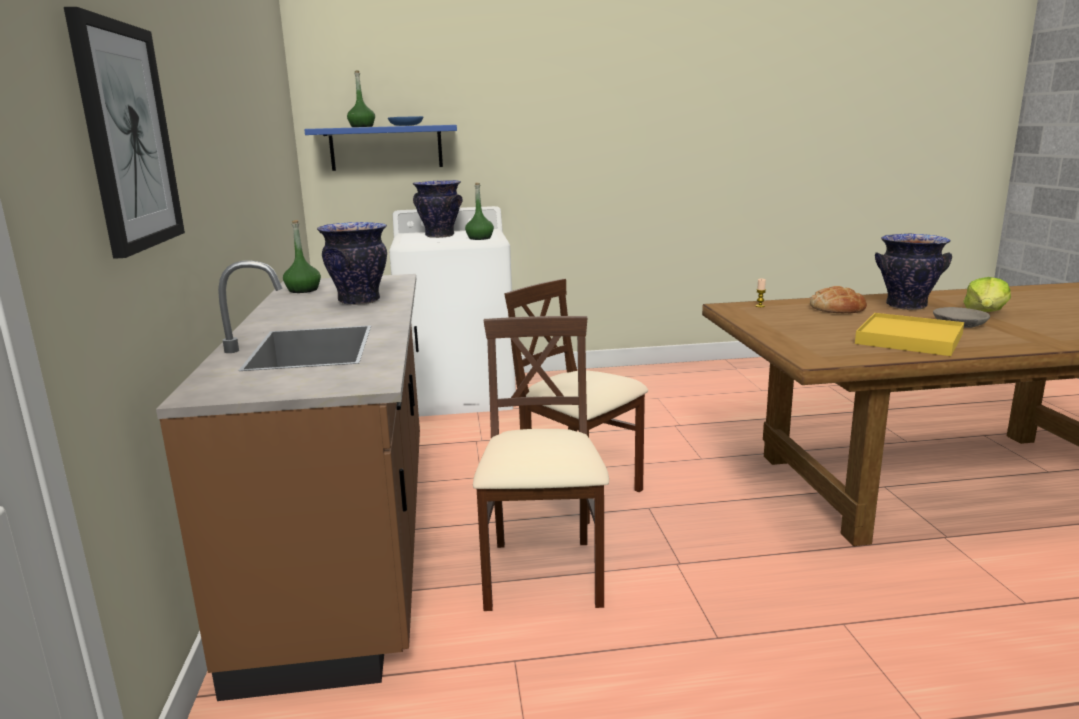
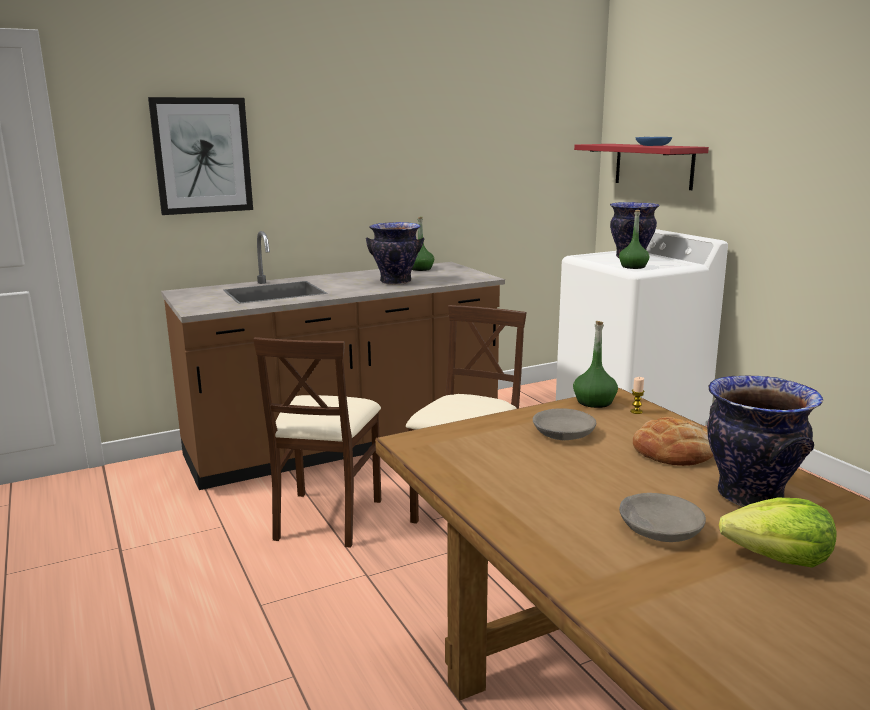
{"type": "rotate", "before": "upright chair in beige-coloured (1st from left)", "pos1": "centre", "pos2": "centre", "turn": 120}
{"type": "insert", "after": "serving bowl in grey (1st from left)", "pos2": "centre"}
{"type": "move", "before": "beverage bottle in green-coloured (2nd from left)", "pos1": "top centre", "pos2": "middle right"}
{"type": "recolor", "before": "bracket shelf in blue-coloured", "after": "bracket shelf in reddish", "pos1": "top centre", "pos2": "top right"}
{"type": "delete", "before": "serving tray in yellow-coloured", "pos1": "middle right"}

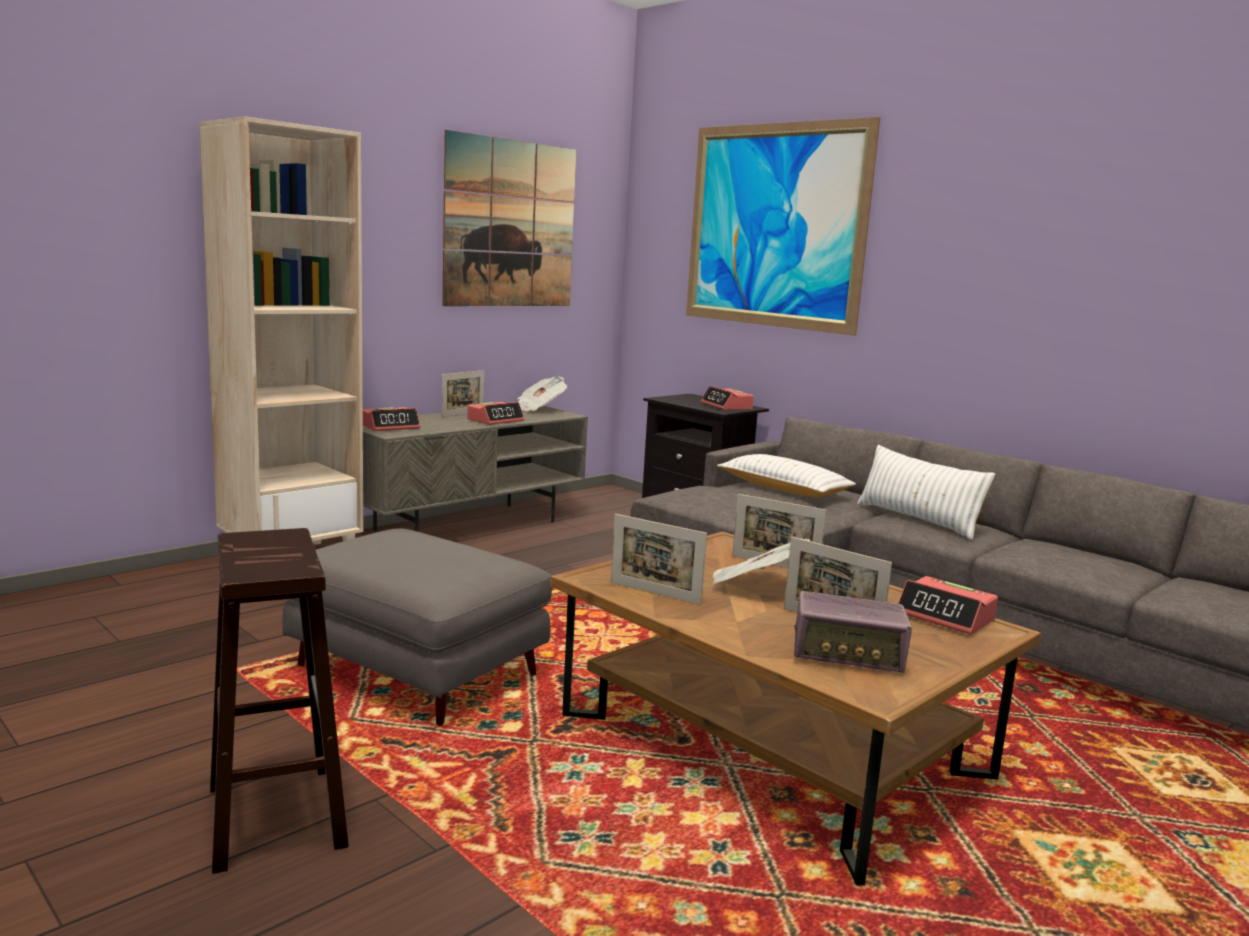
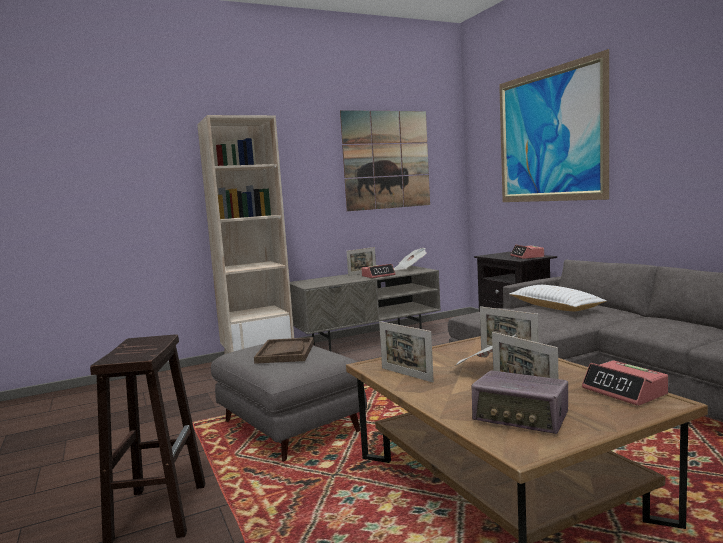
{"type": "insert", "after": "serving tray in brown", "pos2": "centre"}
{"type": "delete", "before": "table clock (1st from left)", "pos1": "middle left"}
{"type": "delete", "before": "pillow in white (2nd from left)", "pos1": "middle right"}

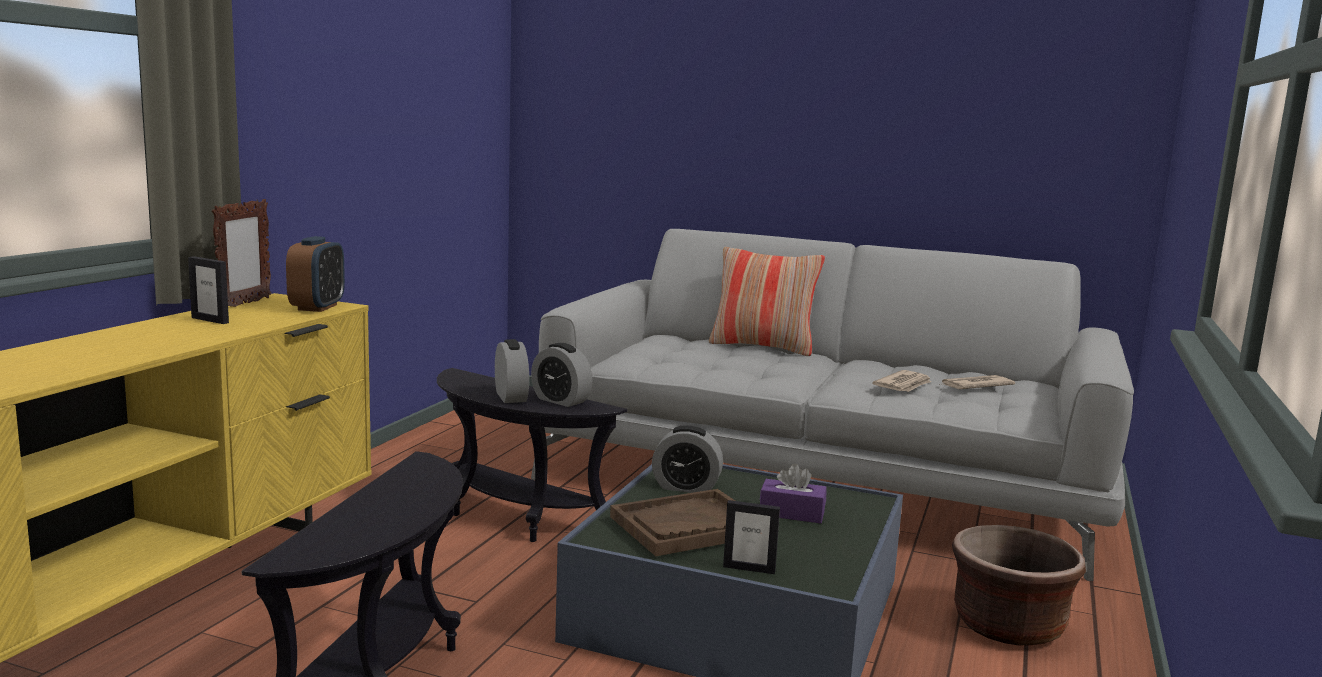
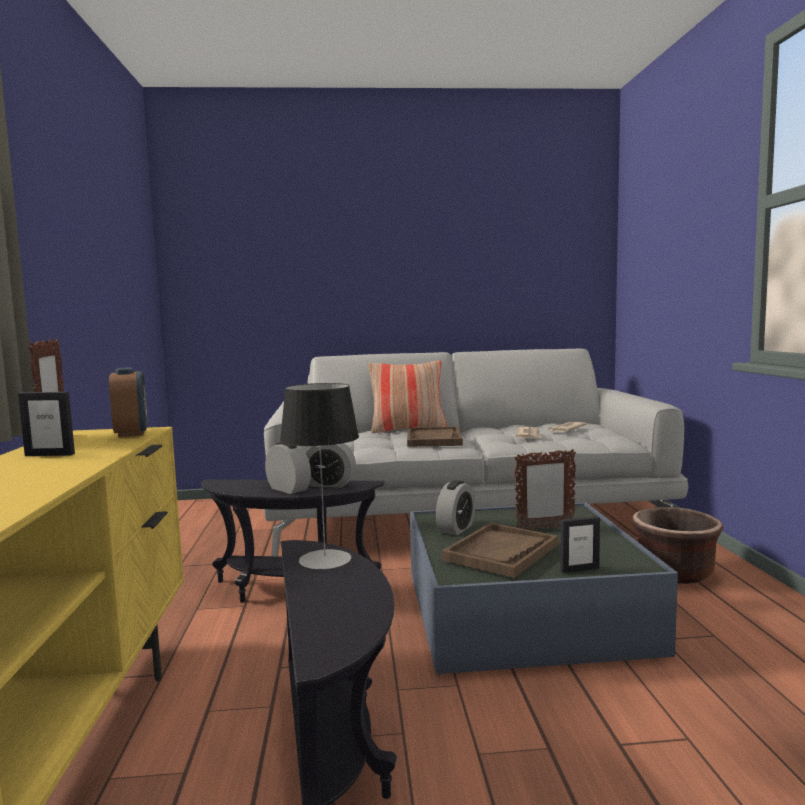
{"type": "insert", "after": "lamp for a table", "pos2": "centre"}
{"type": "insert", "after": "serving tray in brown (1st from left)", "pos2": "centre"}
{"type": "rotate", "before": "table clock (4th from left)", "pos1": "bottom centre", "pos2": "centre", "turn": -45}
{"type": "replace", "before": "tissue holder in purple-coloured", "after": "picture frame (3rd from left)", "pos1": "bottom centre", "pos2": "middle right"}

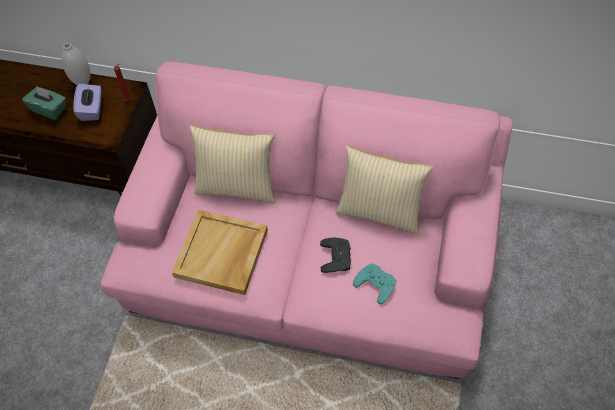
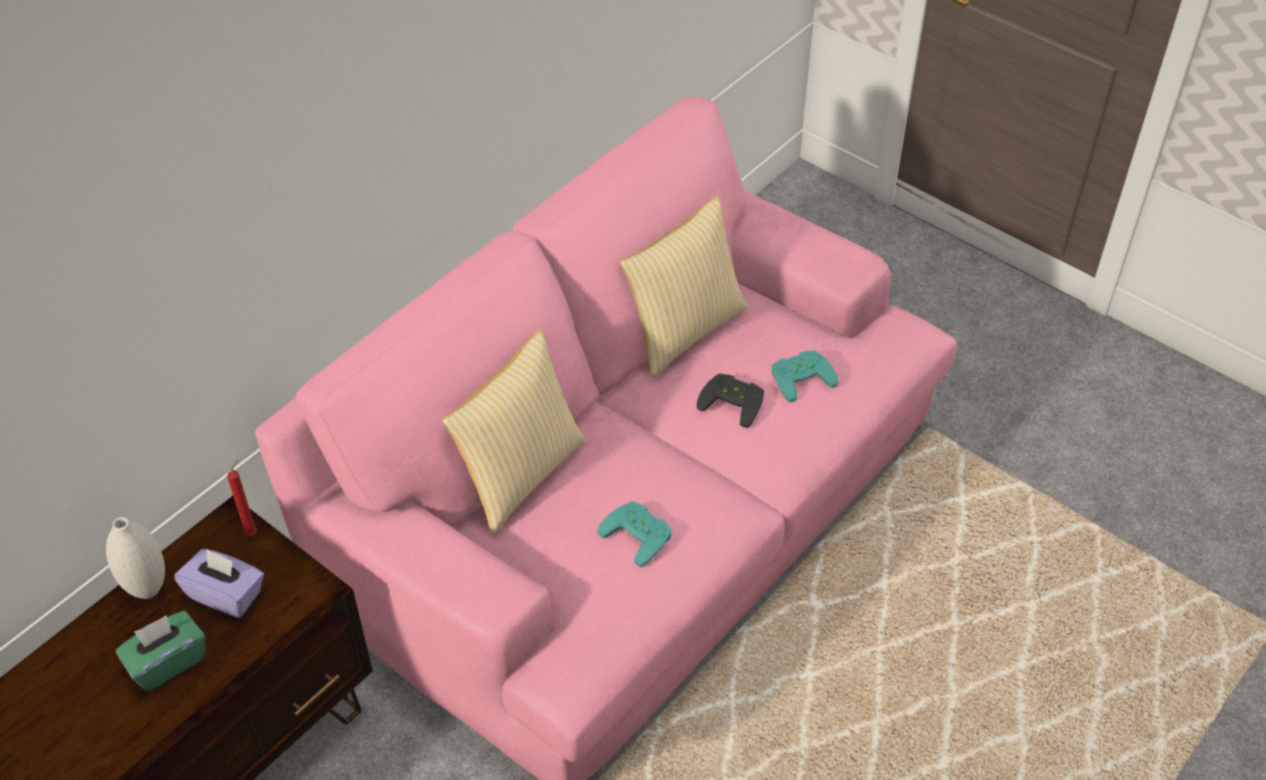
{"type": "replace", "before": "serving tray in beige-coloured", "after": "gamepad in blue-green (1st from left)", "pos1": "centre", "pos2": "bottom centre"}

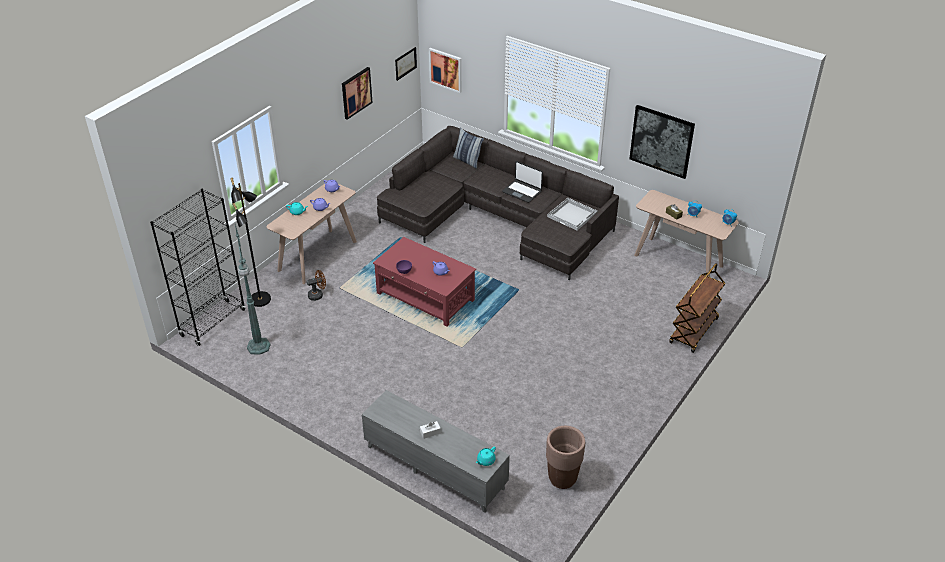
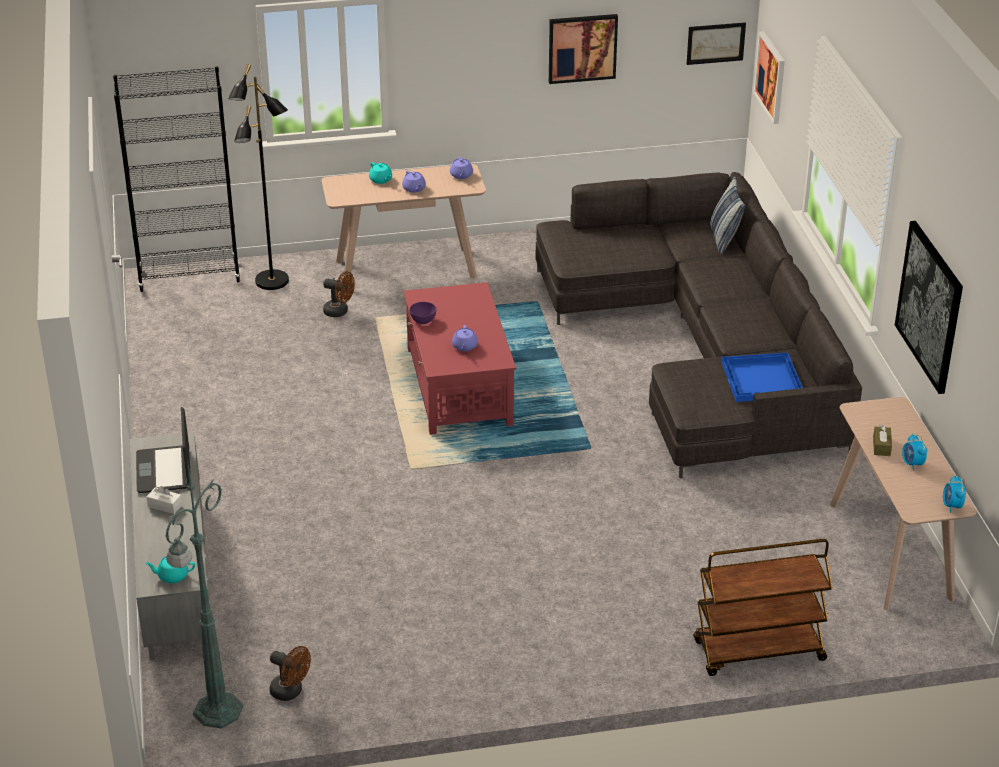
{"type": "move", "before": "notebook computer", "pos1": "top centre", "pos2": "middle left"}
{"type": "move", "before": "standard lamp in green-coloured", "pos1": "middle left", "pos2": "bottom left"}
{"type": "replace", "before": "plant pot in brown", "after": "electric fan in brown (1st from left)", "pos1": "bottom centre", "pos2": "bottom left"}
{"type": "recolor", "before": "serving tray in white", "after": "serving tray in blue-coloured", "pos1": "centre", "pos2": "middle right"}

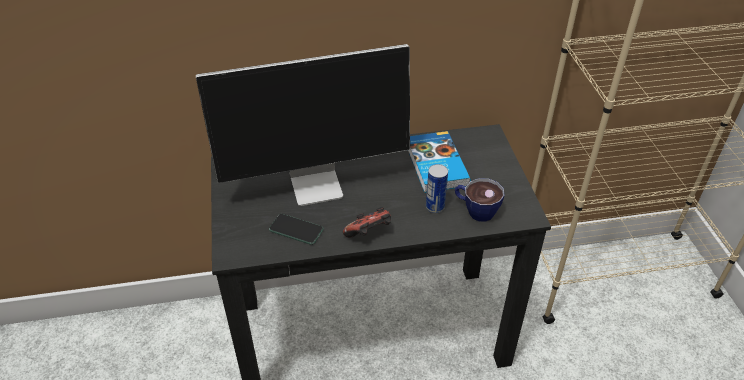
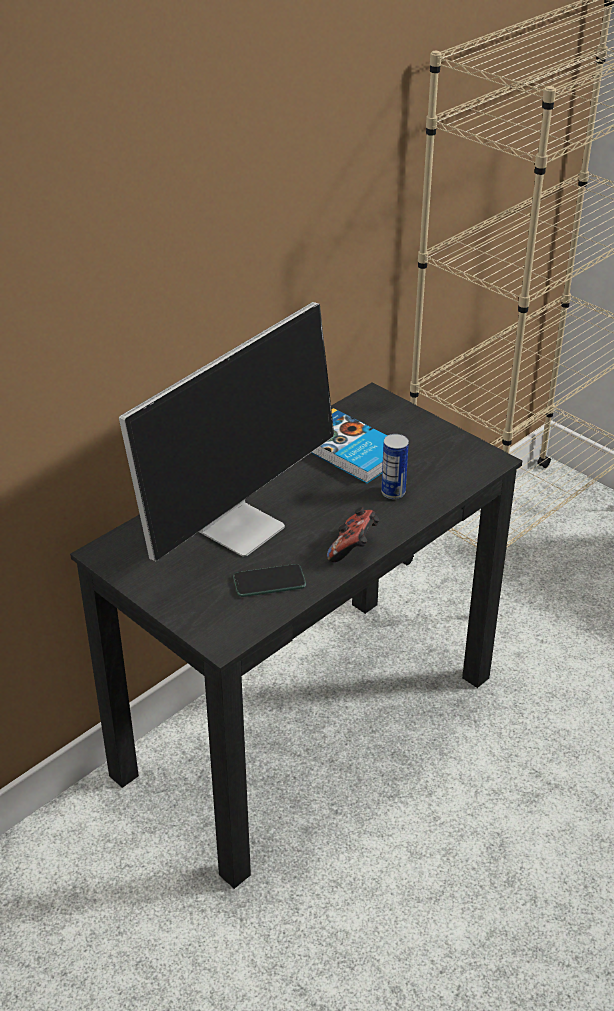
{"type": "delete", "before": "drinking cup", "pos1": "centre"}

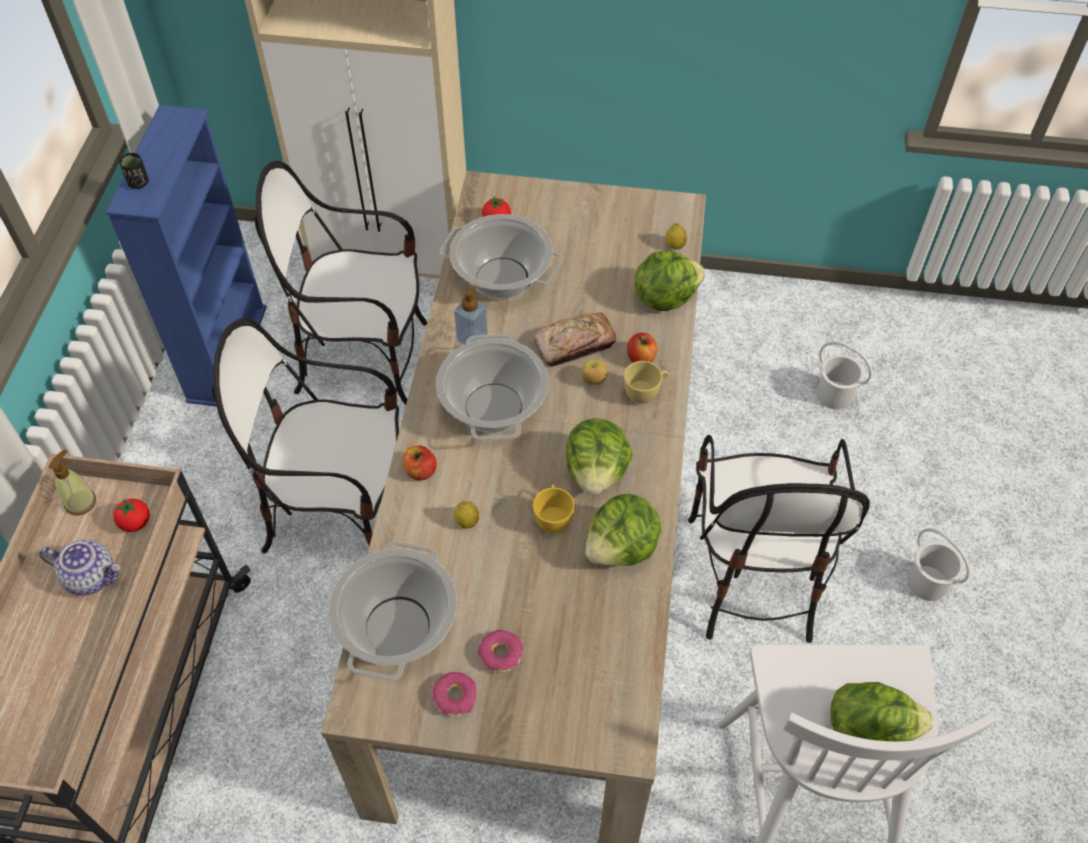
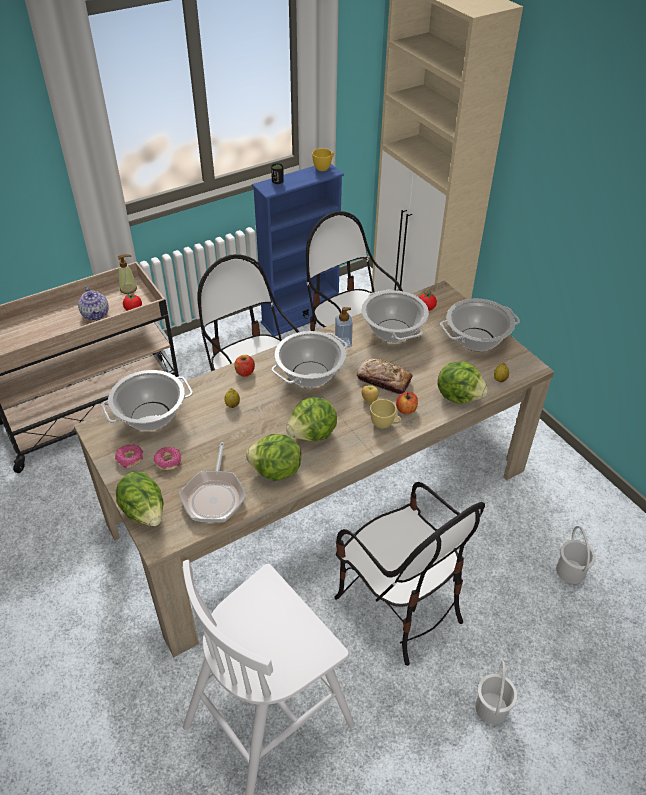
{"type": "move", "before": "lettuce head (4th from left in the first image)", "after": "lettuce head (1st from left)", "pos1": "bottom right", "pos2": "middle left"}
{"type": "insert", "after": "skillet", "pos2": "middle left"}
{"type": "move", "before": "drinking cup in yellow-coloured (1st from left)", "pos1": "centre", "pos2": "top centre"}
{"type": "rotate", "before": "upright chair (3rd from left)", "pos1": "middle right", "pos2": "bottom centre", "turn": -90}
{"type": "insert", "after": "cooking pot (4th from left)", "pos2": "middle right"}

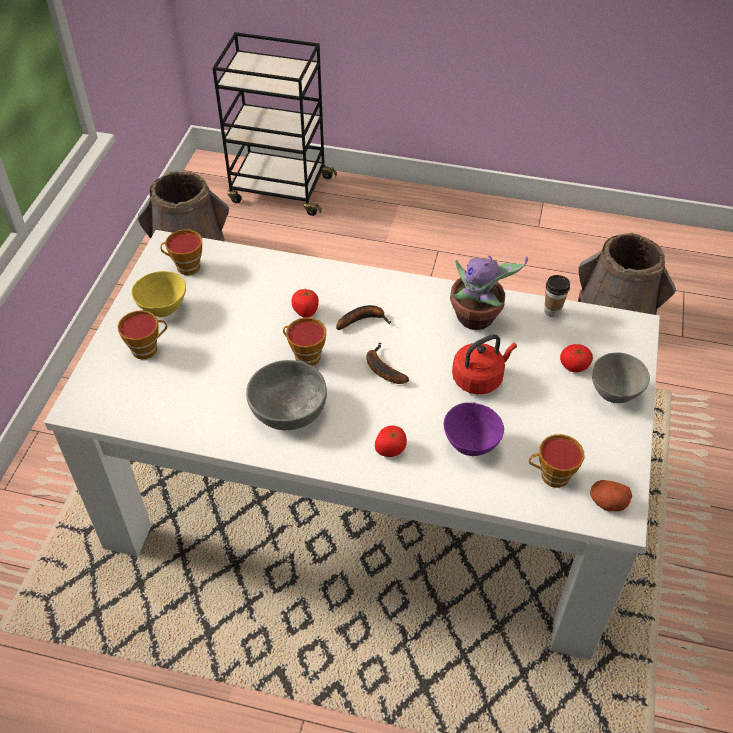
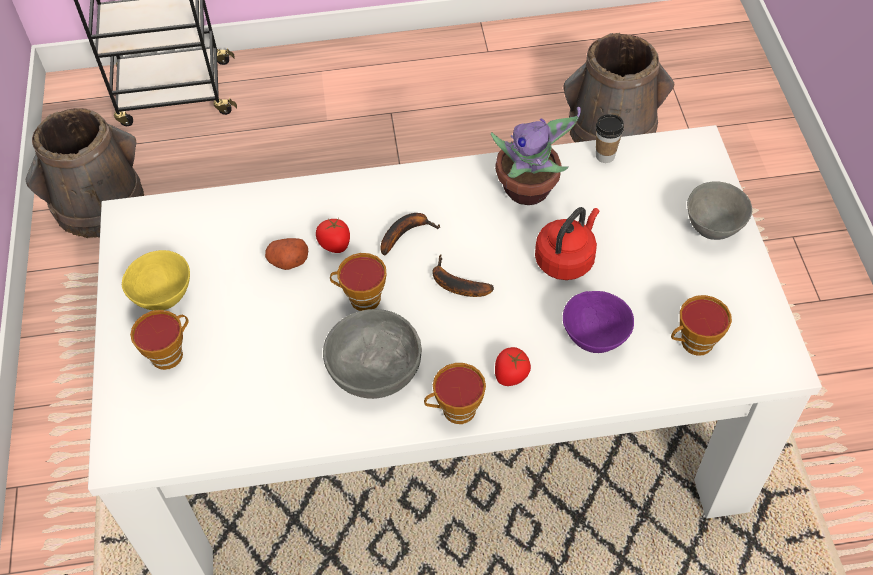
{"type": "move", "before": "potato", "pos1": "bottom right", "pos2": "middle left"}
{"type": "move", "before": "drinking cup (2nd from left in the first image)", "after": "drinking cup (3rd from left)", "pos1": "middle left", "pos2": "bottom centre"}
{"type": "delete", "before": "whole tomato (3rd from left)", "pos1": "middle right"}

